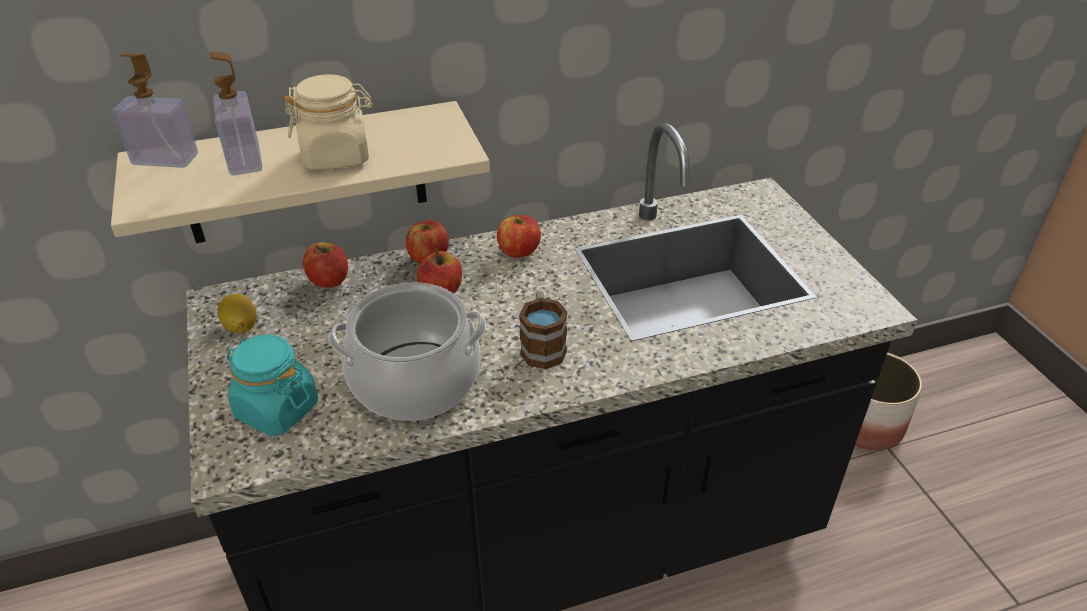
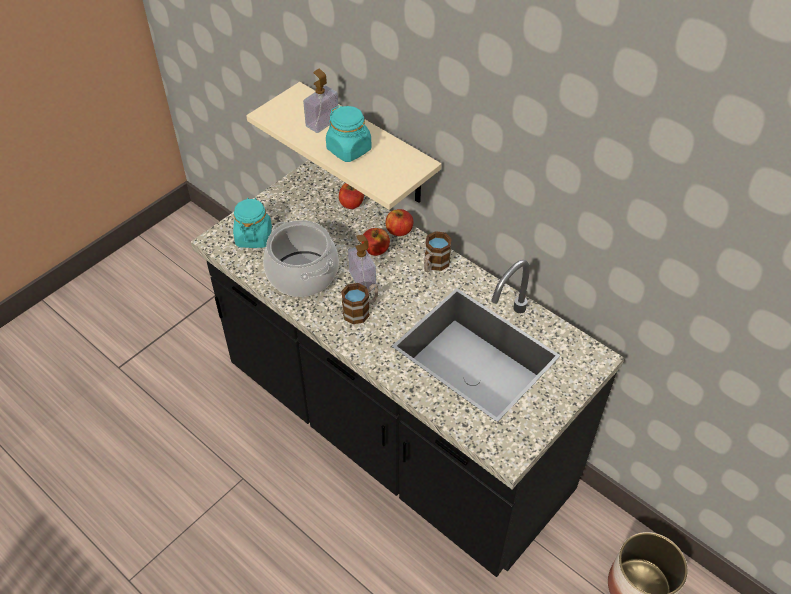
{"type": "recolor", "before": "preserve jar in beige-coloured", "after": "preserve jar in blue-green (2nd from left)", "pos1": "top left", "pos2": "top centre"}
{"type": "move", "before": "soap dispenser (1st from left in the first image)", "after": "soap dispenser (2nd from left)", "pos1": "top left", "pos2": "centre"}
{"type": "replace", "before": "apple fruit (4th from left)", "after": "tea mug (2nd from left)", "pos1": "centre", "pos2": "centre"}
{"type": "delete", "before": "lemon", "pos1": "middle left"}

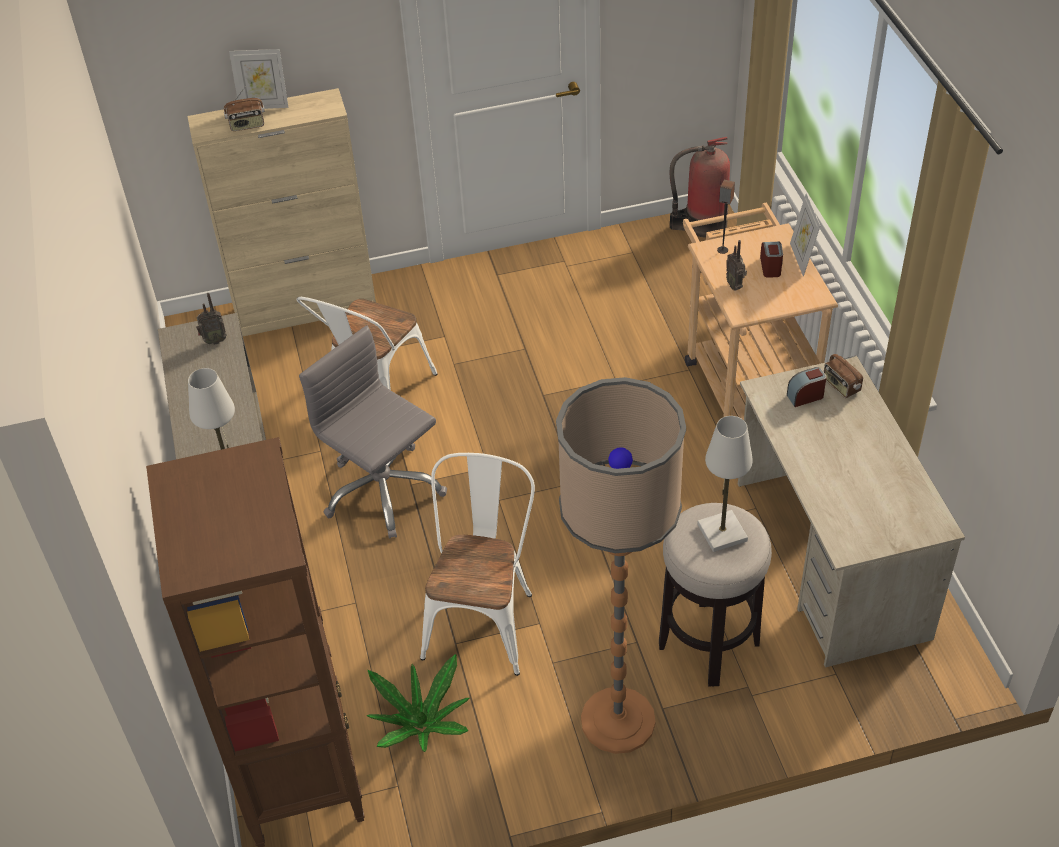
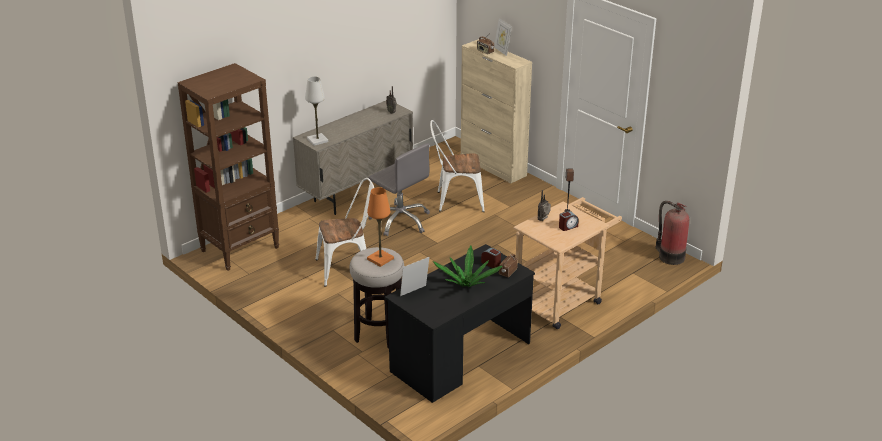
{"type": "recolor", "before": "lamp for a table in white (2nd from left)", "after": "lamp for a table in orange", "pos1": "middle right", "pos2": "centre"}
{"type": "rotate", "before": "computer chair in grey", "pos1": "centre", "pos2": "centre", "turn": 120}
{"type": "recolor", "before": "desk unit in beige-coloured", "after": "desk unit in black-coloured", "pos1": "middle right", "pos2": "bottom centre"}
{"type": "move", "before": "picture frame (2nd from left in the first image)", "after": "picture frame (1st from left)", "pos1": "top right", "pos2": "centre"}
{"type": "move", "before": "potted plant", "pos1": "bottom centre", "pos2": "centre"}
{"type": "delete", "before": "standard lamp", "pos1": "bottom centre"}

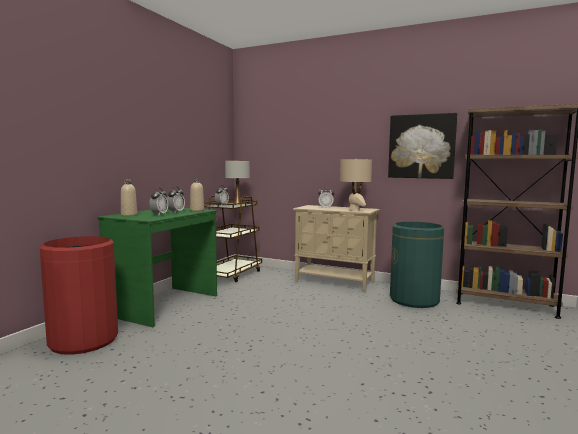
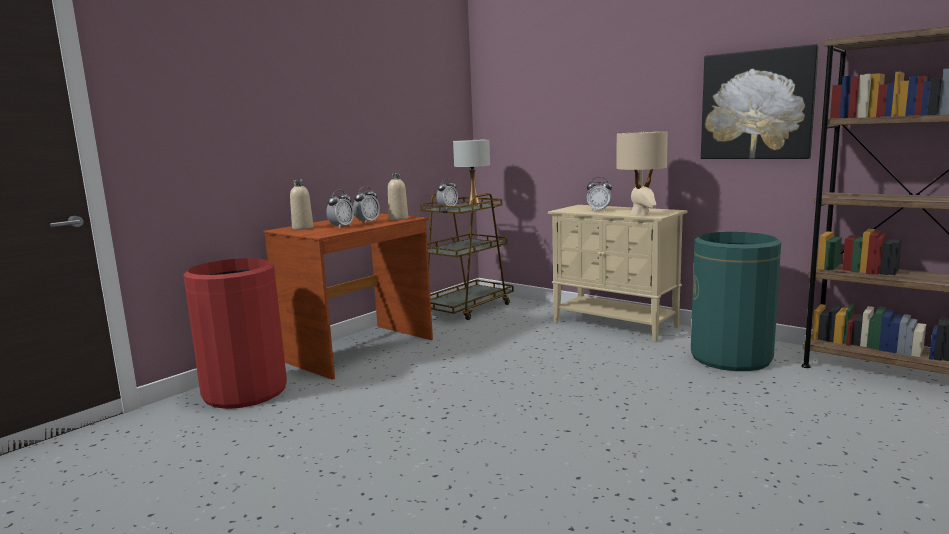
{"type": "recolor", "before": "desk unit in green-coloured", "after": "desk unit in brown", "pos1": "middle left", "pos2": "centre"}

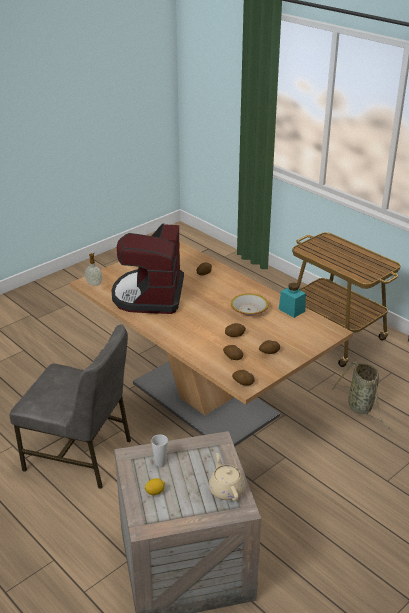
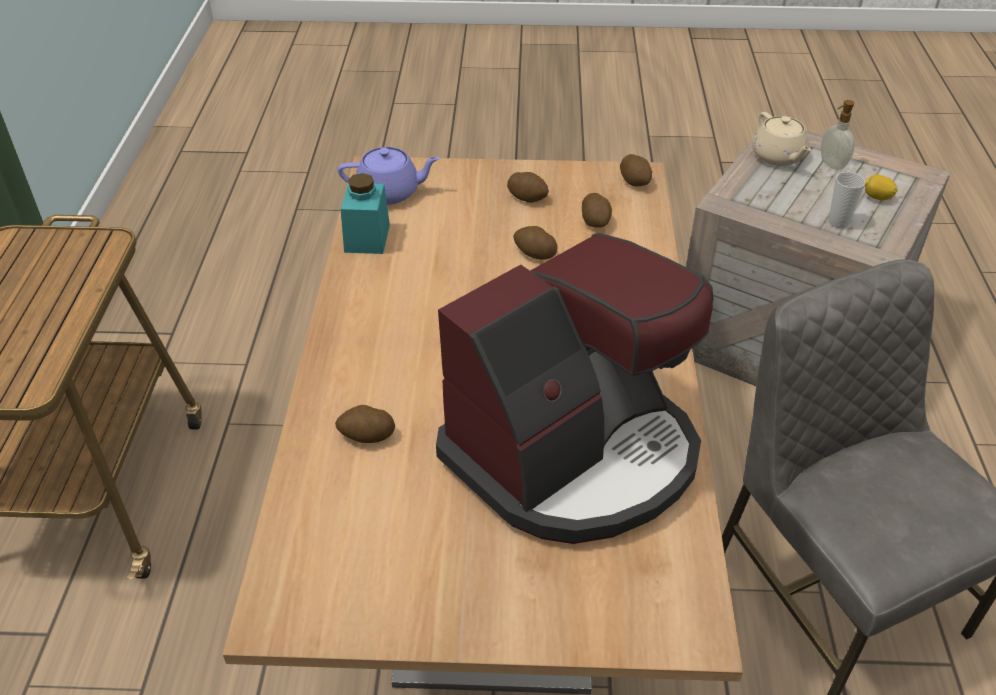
{"type": "insert", "after": "tea pot in purple-coloured", "pos2": "top centre"}
{"type": "rotate", "before": "tea pot in beige-coloured", "pos1": "bottom centre", "pos2": "top right", "turn": -45}
{"type": "move", "before": "soap dispenser", "pos1": "middle left", "pos2": "top right"}
{"type": "delete", "before": "serving bowl", "pos1": "centre"}
{"type": "delete", "before": "basket", "pos1": "middle right"}

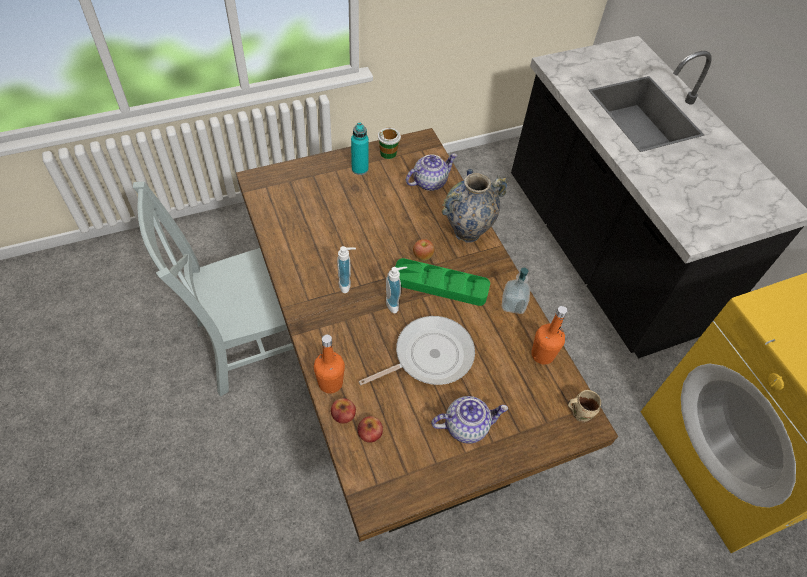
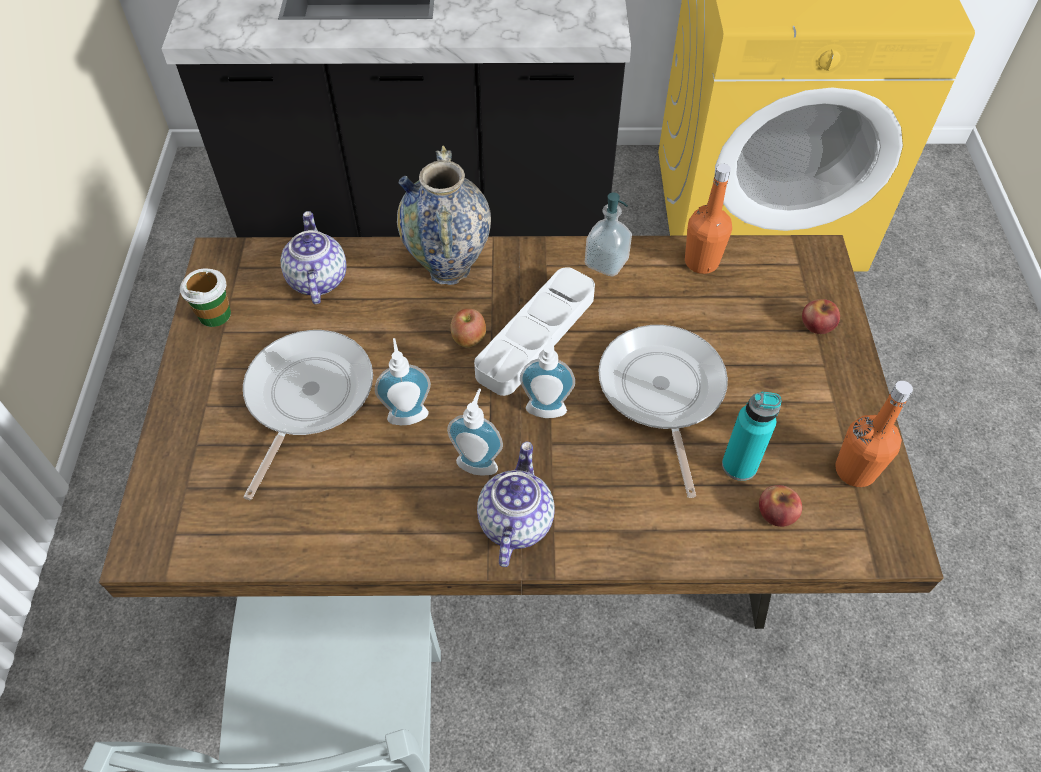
{"type": "insert", "after": "skillet (1st from left)", "pos2": "middle left"}
{"type": "insert", "after": "soap dispenser (1st from left)", "pos2": "centre"}
{"type": "recolor", "before": "serving tray in green-coloured", "after": "serving tray in white", "pos1": "centre", "pos2": "centre"}
{"type": "move", "before": "tea pot (2nd from left)", "pos1": "bottom centre", "pos2": "centre"}
{"type": "move", "before": "beverage bottle in blue-green", "pos1": "top centre", "pos2": "middle right"}
{"type": "move", "before": "apple fruit (1st from left in the first image)", "after": "apple fruit (3rd from left)", "pos1": "bottom centre", "pos2": "middle right"}
{"type": "move", "before": "beverage bottle in orange (1st from left in the first image)", "after": "beverage bottle in orange (2nd from left)", "pos1": "centre", "pos2": "middle right"}
{"type": "delete", "before": "tea mug in beige-coloured", "pos1": "bottom right"}

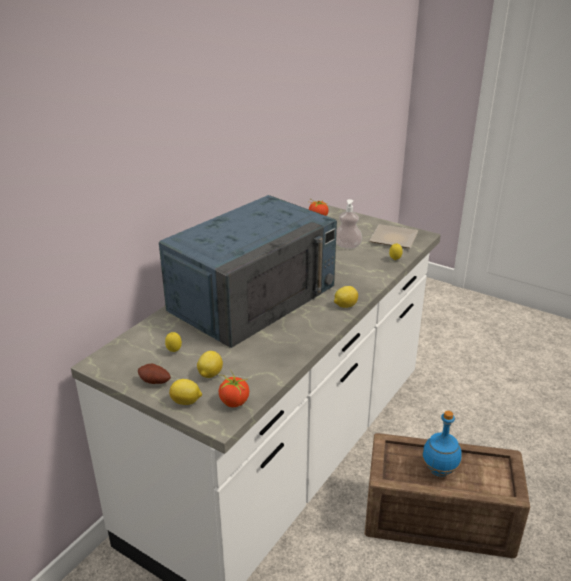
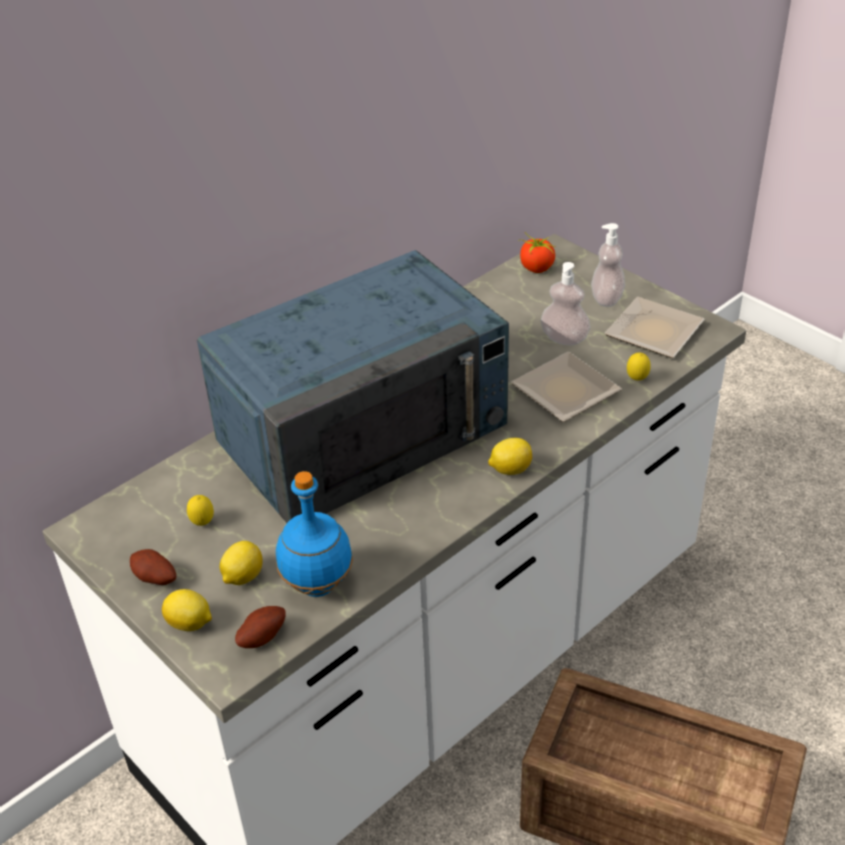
{"type": "replace", "before": "whole tomato (1st from left)", "after": "potato (2nd from left)", "pos1": "bottom centre", "pos2": "bottom left"}
{"type": "move", "before": "beverage bottle in blue-coloured", "pos1": "bottom right", "pos2": "centre"}
{"type": "insert", "after": "plate (1st from left)", "pos2": "middle right"}
{"type": "insert", "after": "soap dispenser (2nd from left)", "pos2": "top right"}

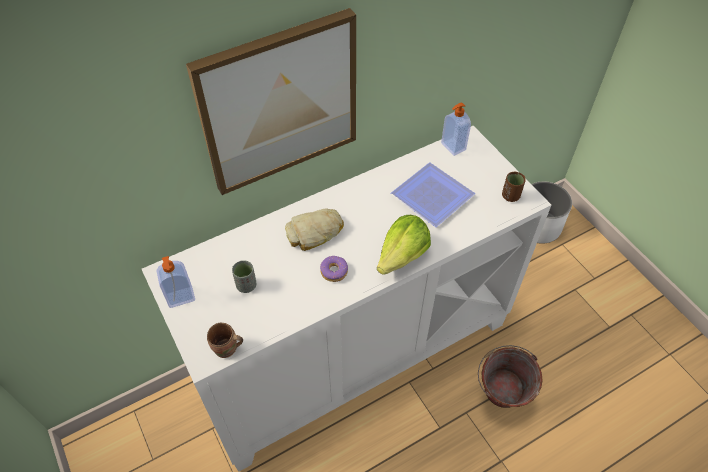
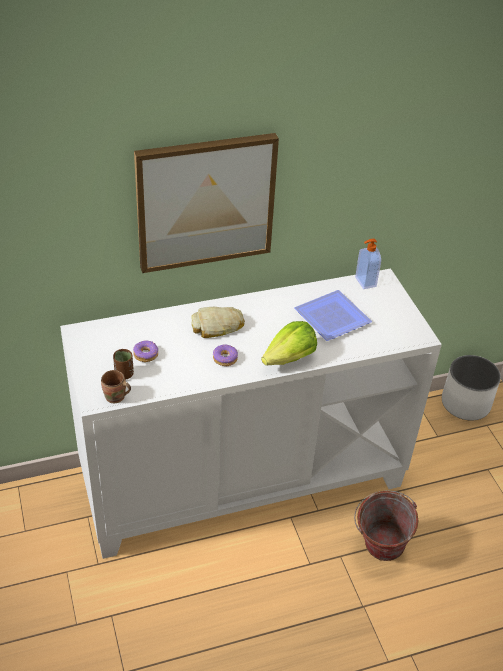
{"type": "move", "before": "drinking cup in brown", "pos1": "middle right", "pos2": "middle left"}
{"type": "replace", "before": "drinking cup in grey", "after": "doughnut (1st from left)", "pos1": "centre", "pos2": "middle left"}
{"type": "delete", "before": "soap dispenser (1st from left)", "pos1": "middle left"}

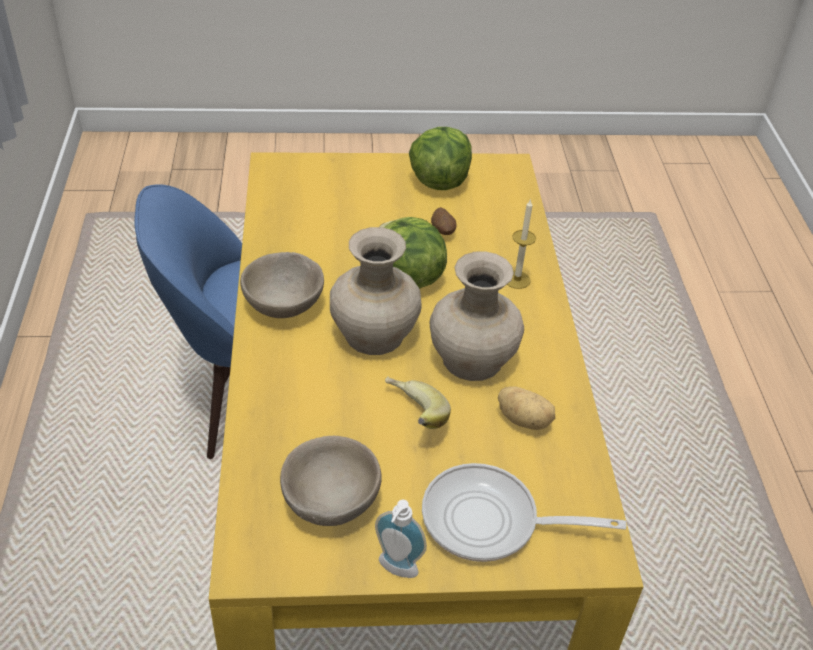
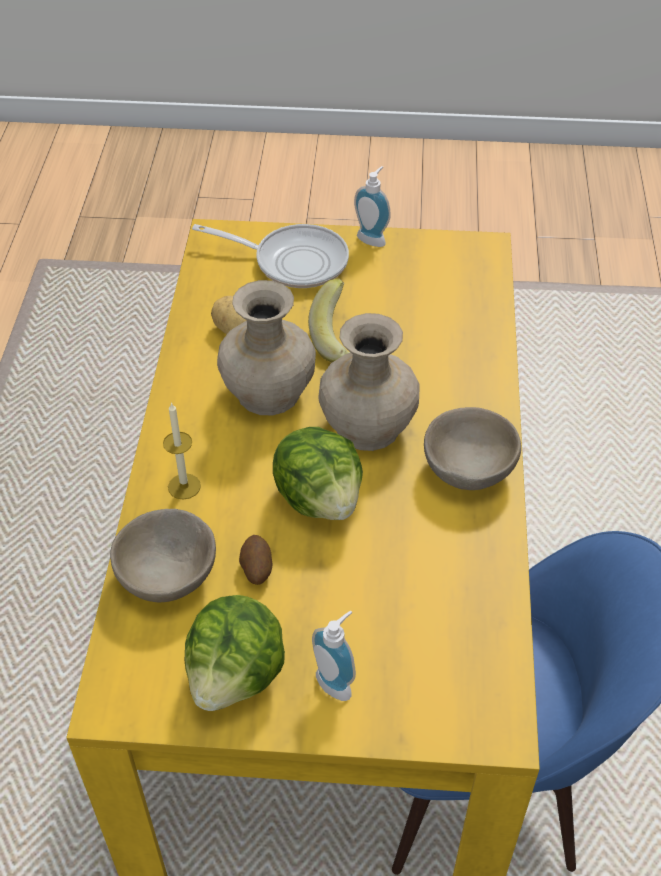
{"type": "move", "before": "serving bowl in beige-coloured (2nd from left in the first image)", "after": "serving bowl in beige-coloured (1st from left)", "pos1": "bottom centre", "pos2": "middle left"}
{"type": "insert", "after": "soap dispenser (1st from left)", "pos2": "bottom centre"}

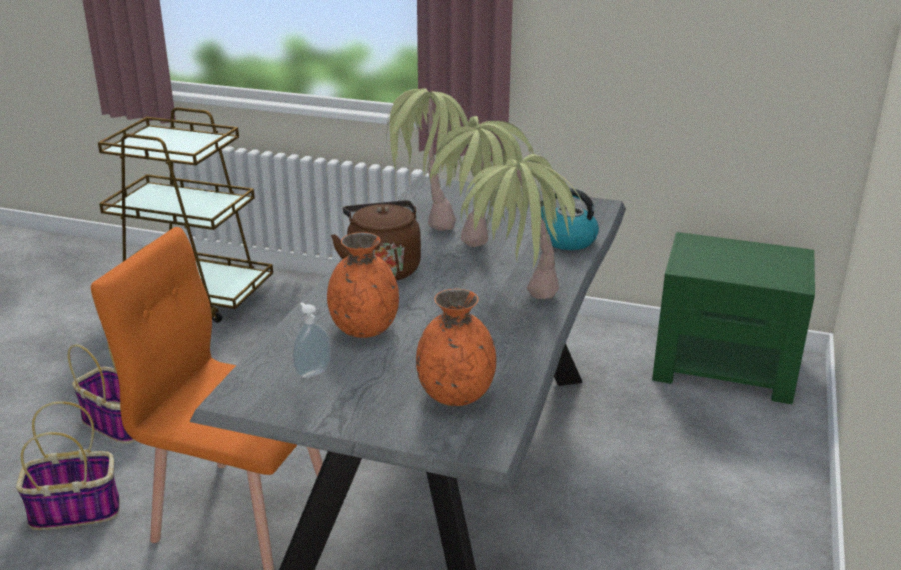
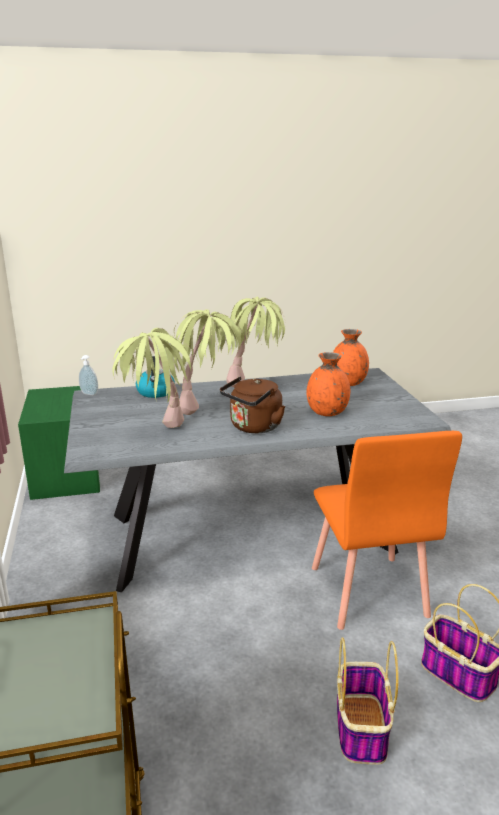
{"type": "move", "before": "soap dispenser", "pos1": "centre", "pos2": "middle left"}

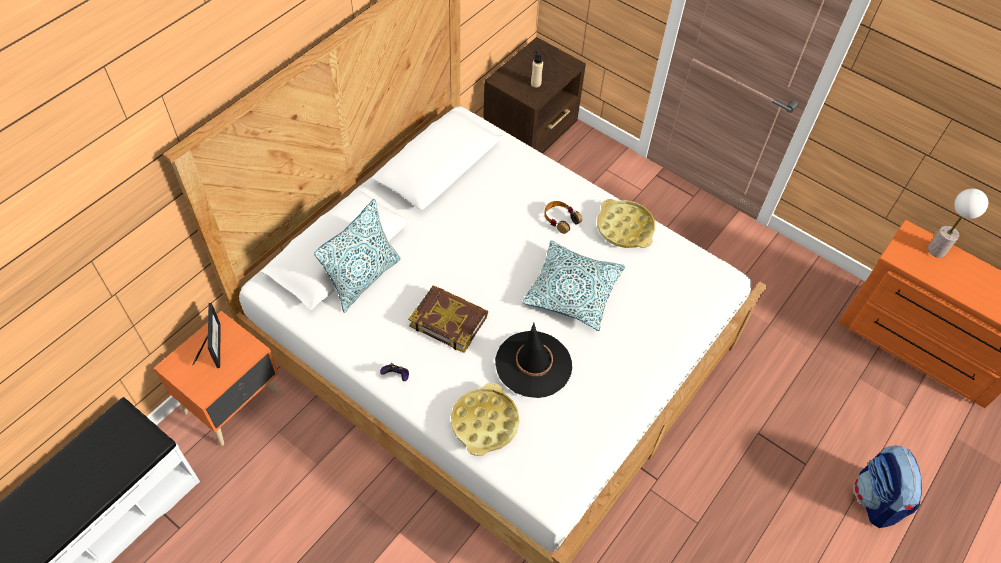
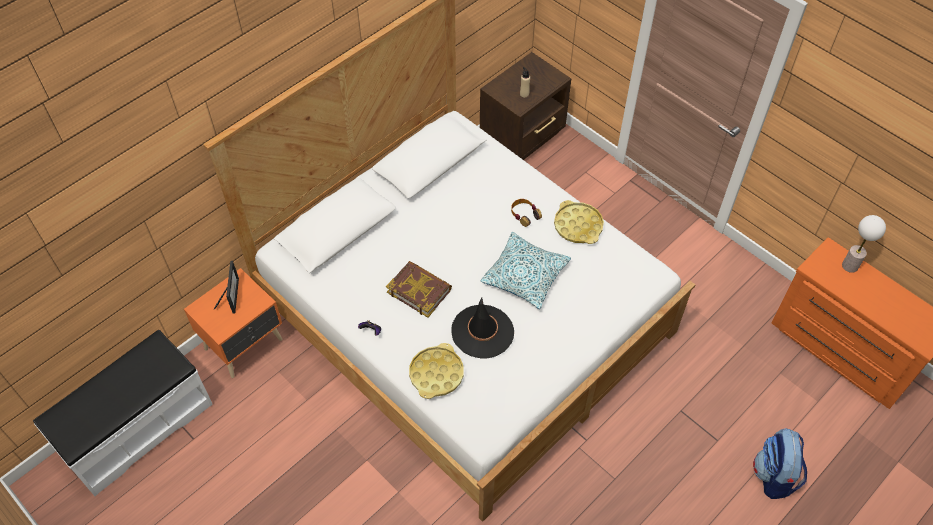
{"type": "delete", "before": "pillow (1st from left)", "pos1": "centre"}

